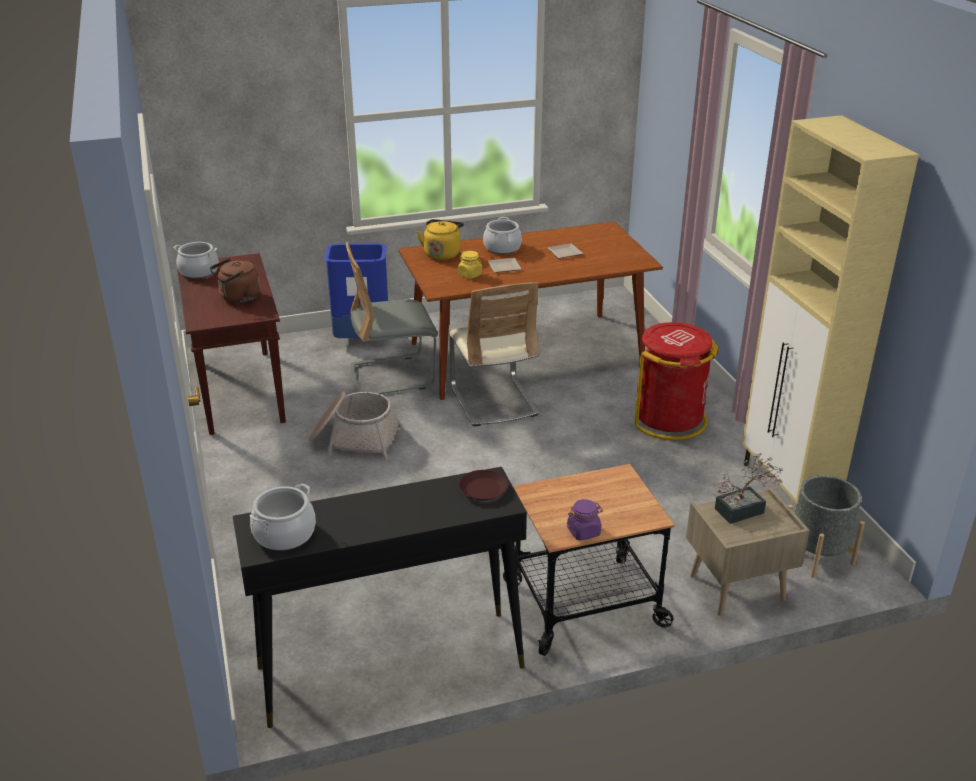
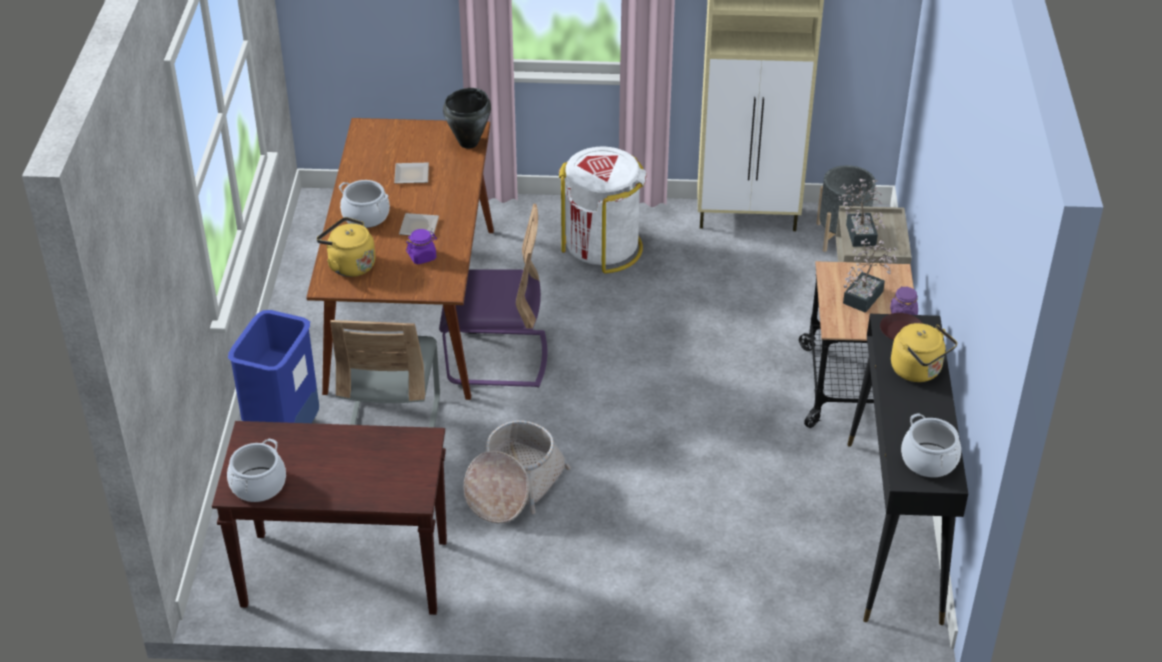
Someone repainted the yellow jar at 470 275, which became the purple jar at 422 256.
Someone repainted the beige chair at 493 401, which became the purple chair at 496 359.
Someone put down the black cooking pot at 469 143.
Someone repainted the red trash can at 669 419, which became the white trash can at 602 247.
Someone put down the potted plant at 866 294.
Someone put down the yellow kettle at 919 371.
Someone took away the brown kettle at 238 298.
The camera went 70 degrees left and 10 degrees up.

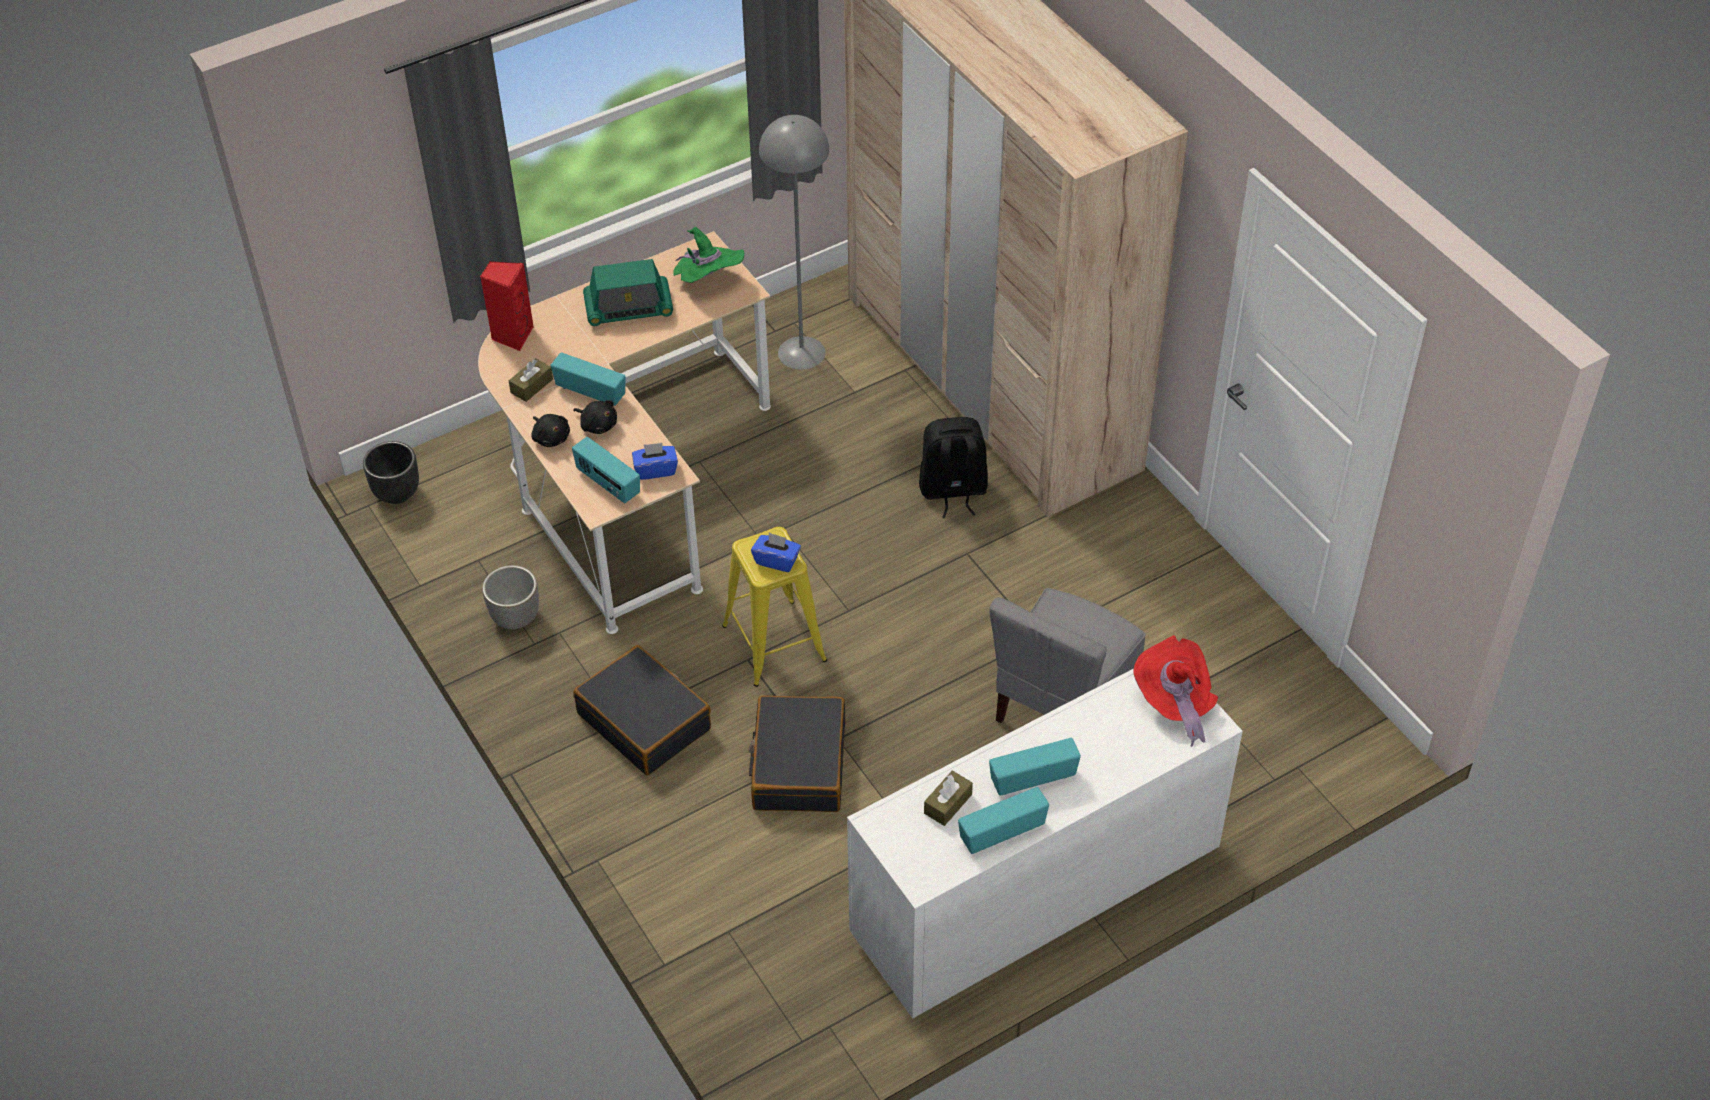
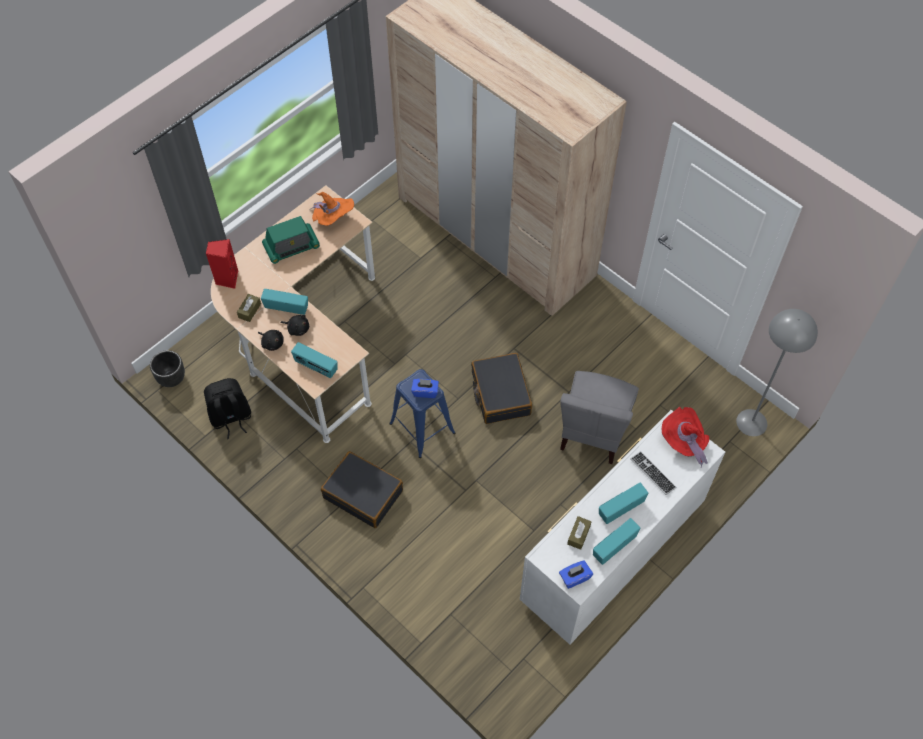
Someone carried the black backpack from 952 491 to 231 418.
Someone repainted the green hat at 708 281, which became the orange hat at 333 219.
Someone repainted the yellow stool at 774 643, which became the blue stool at 422 428.
Someone carried the black suitcase from 798 765 to 500 393.
Someone carried the blue tissue box from 656 470 to 574 577.
Someone put down the keyboard at 652 473.
Someone carried the grey floor lamp from 801 352 to 751 422.
Someone took away the planter at 515 618.
The camera went 15 degrees left and 10 degrees up.

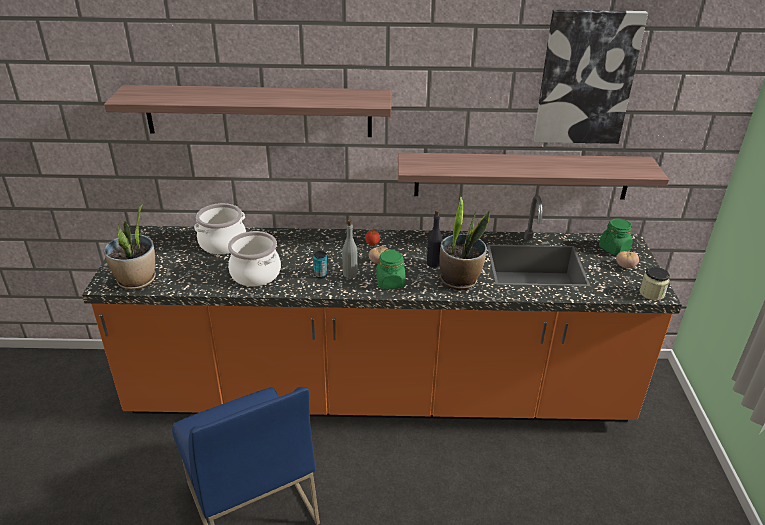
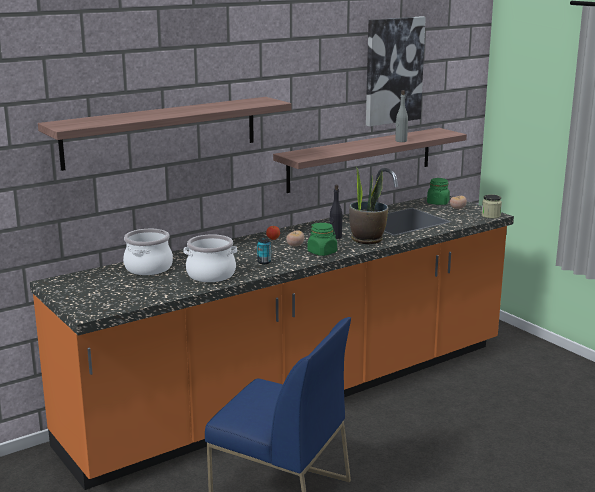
Someone carried the grey bottle from 350 274 to 401 141.
Someone took away the potted plant at 137 280.
The camera went 35 degrees left and 15 degrees down.

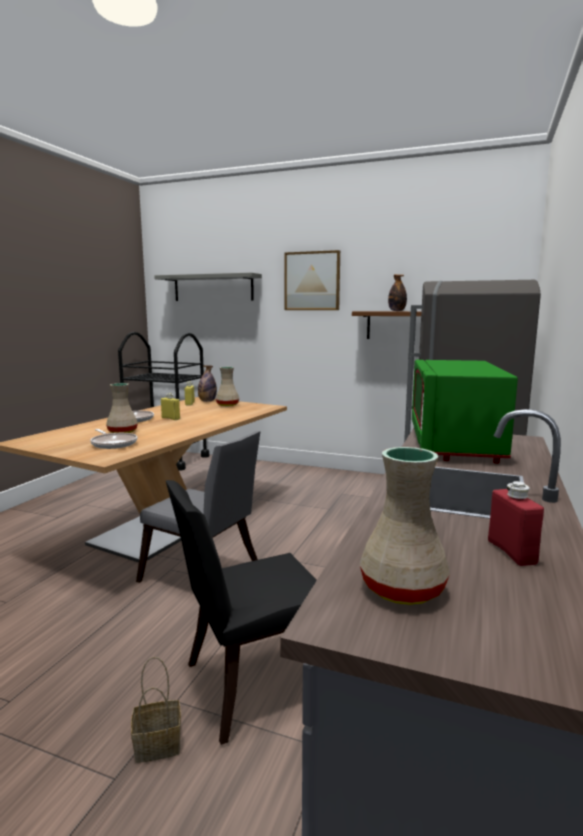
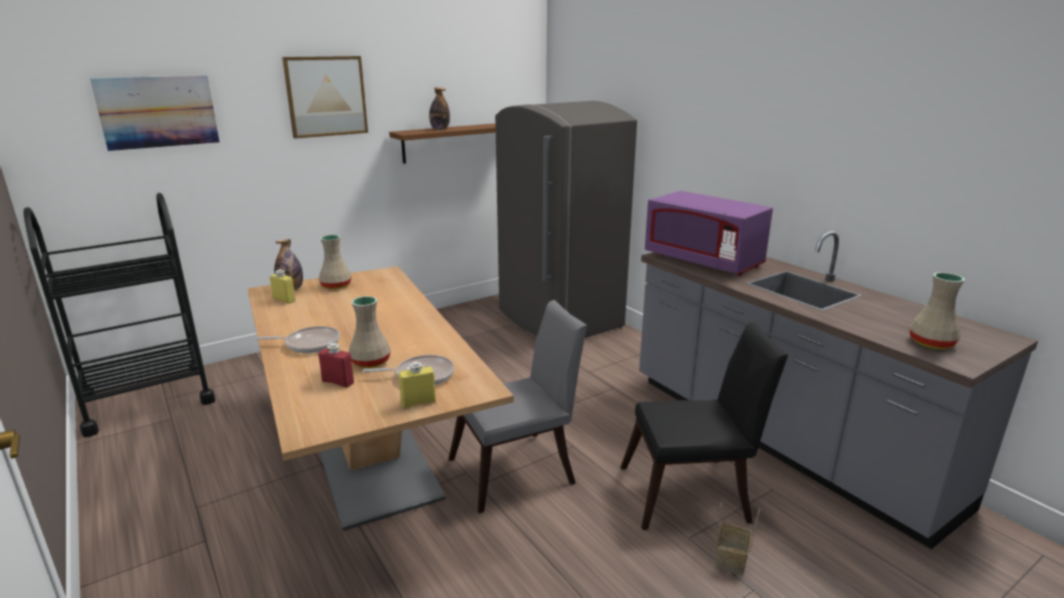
Someone swapped the grey shelf at 213 288 for the picture at 158 112.
Someone carried the red bottle from 511 552 to 338 382.
Someone carried the yellow bottle from 170 418 to 418 402.
Someone rotated the black chair at 253 682 by 105 degrees counterclockwise.
Someone repainted the green microwave at 453 444, which became the purple microwave at 703 261.
The camera went 55 degrees left and 10 degrees up.

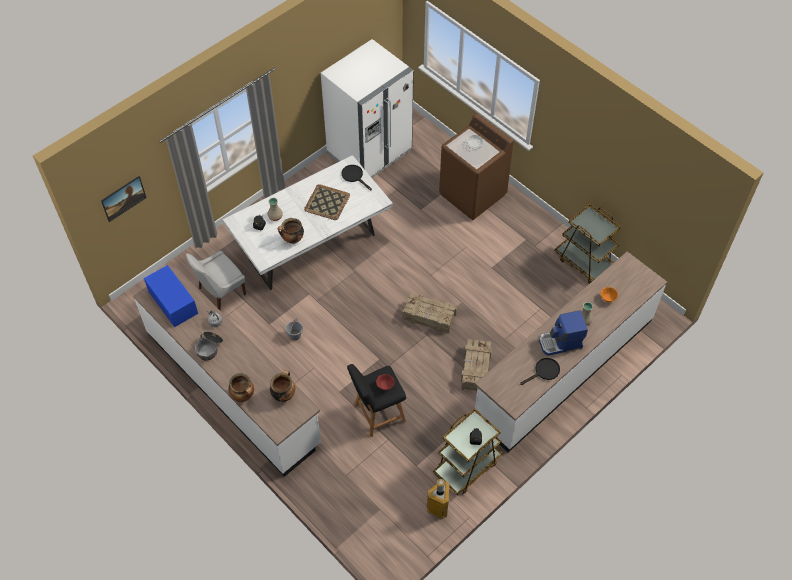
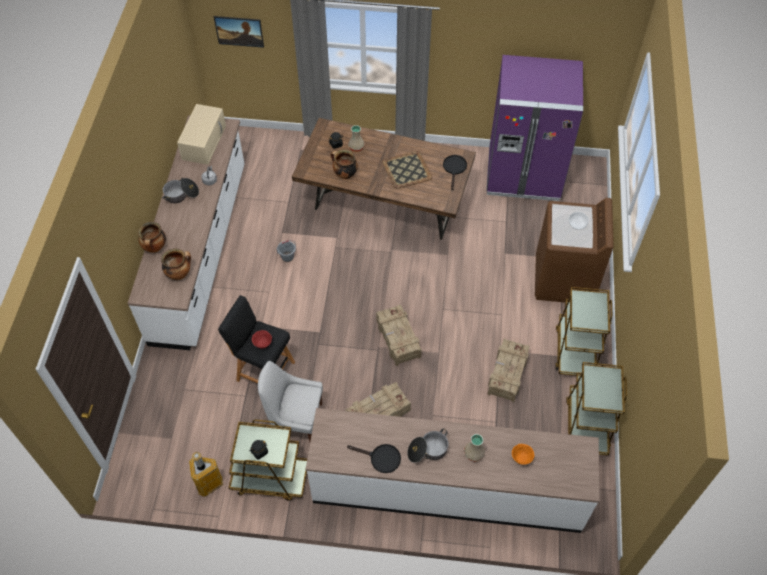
Someone repainted the blue microwave at 172 302, which became the beige microwave at 204 141.
Someone carried the white chair from 220 292 to 295 419.
Someone repainted the white dining table at 312 247, which became the brown dining table at 385 206.
Someone swapped the coffee machine at 560 343 for the cooking pot at 427 450.
Someone repainted the white fridge at 369 152, which became the purple fridge at 523 175.
Someone put down the crate at 507 374.
Someone put down the brown cart at 575 350.
The camera went 50 degrees right and 0 degrees up.

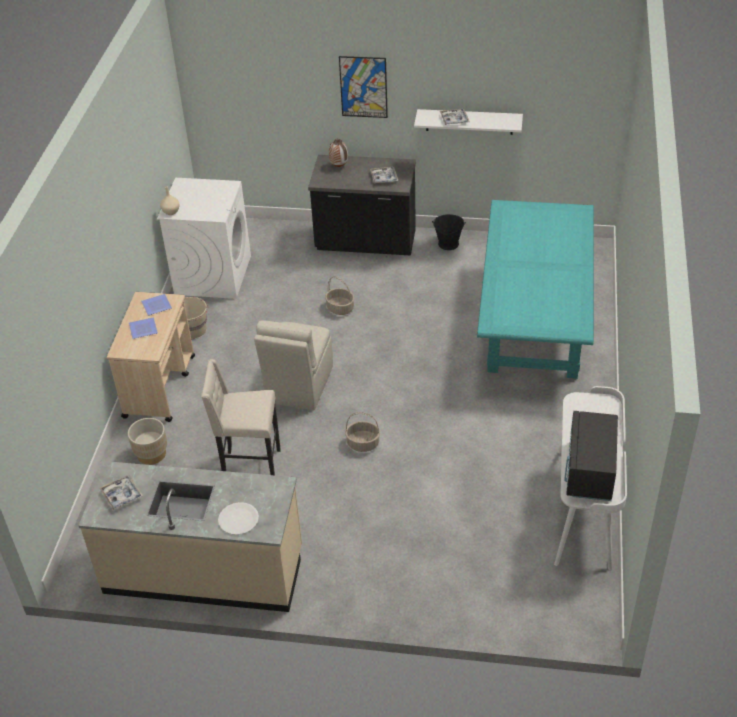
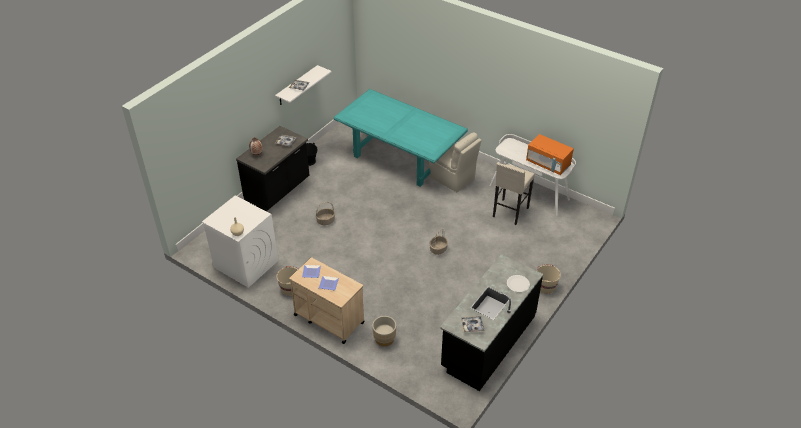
Someone carried the beige chair from 298 386 to 452 178.
Someone repainted the beige counter at 204 570, which became the black counter at 488 341.
Someone carried the beige stool from 250 469 to 509 213.
Someone repainted the black microwave at 589 471, which became the orange microwave at 548 164.
Someone put down the beige bucket at 545 286.
Someone took away the picture at 363 87.
The camera went 65 degrees left and 0 degrees up.

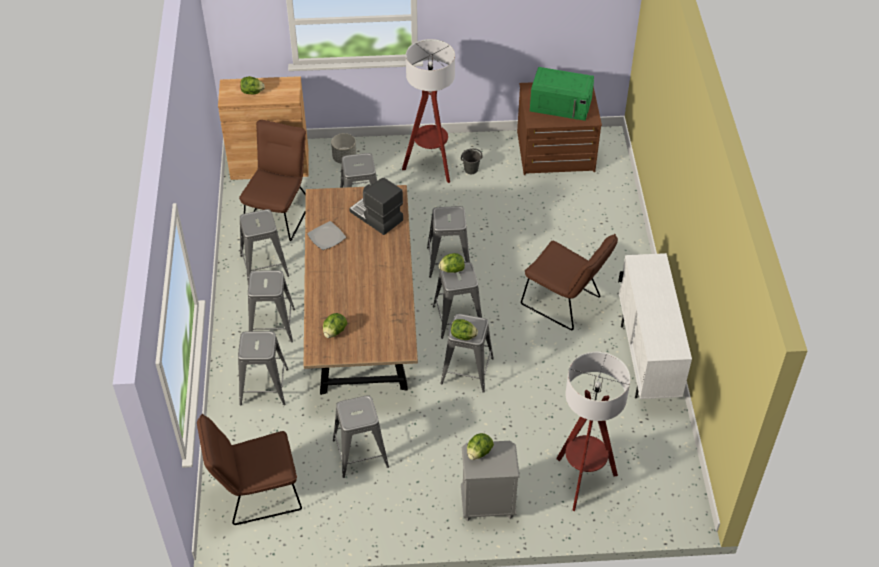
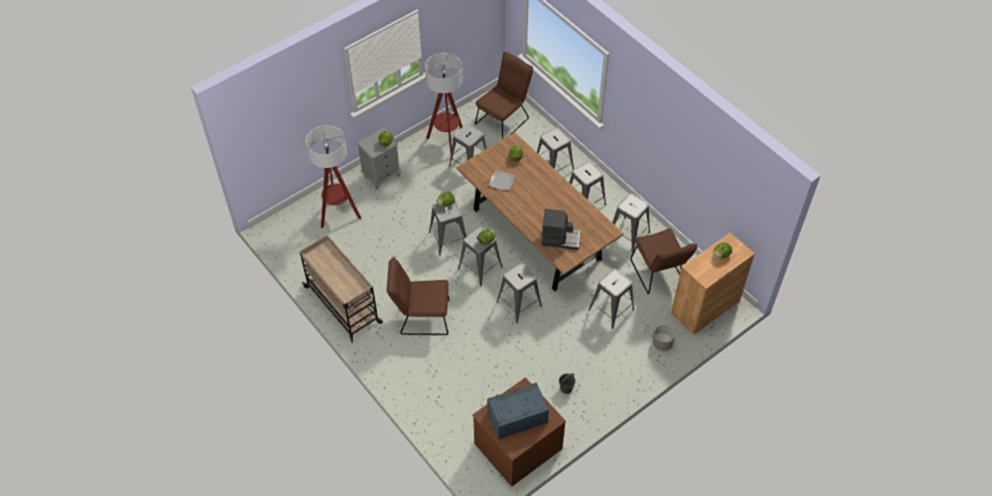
Someone swapped the white cabinet at 646 361 for the beige cart at 343 305.
Someone carried the floor lamp from 431 166 to 447 142.
Someone repainted the green microwave at 561 104, which became the blue microwave at 517 417.
Someone carried the plate from 326 237 to 502 181.
The camera went 145 degrees right and 5 degrees up.

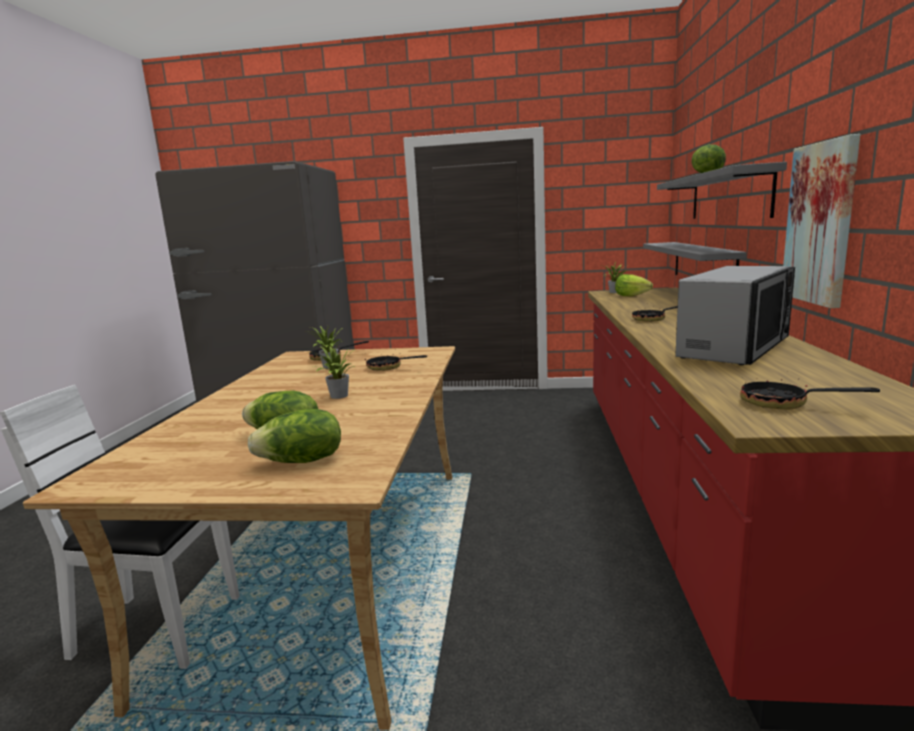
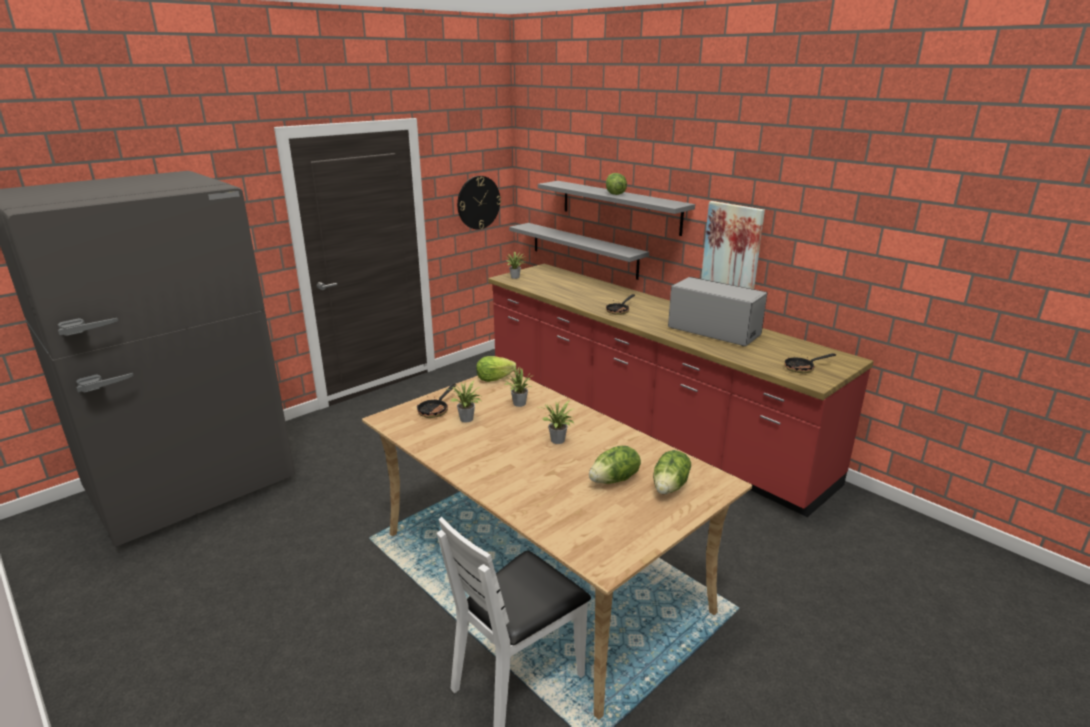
Someone put up the wall clock at 478 202.
Someone carried the lettuce from 631 296 to 494 379.
Someone swapped the frying pan at 389 368 for the potted plant at 517 404.
Someone rotated the microwave at 735 348 by 45 degrees counterclockwise.
The camera went 50 degrees left and 10 degrees up.

